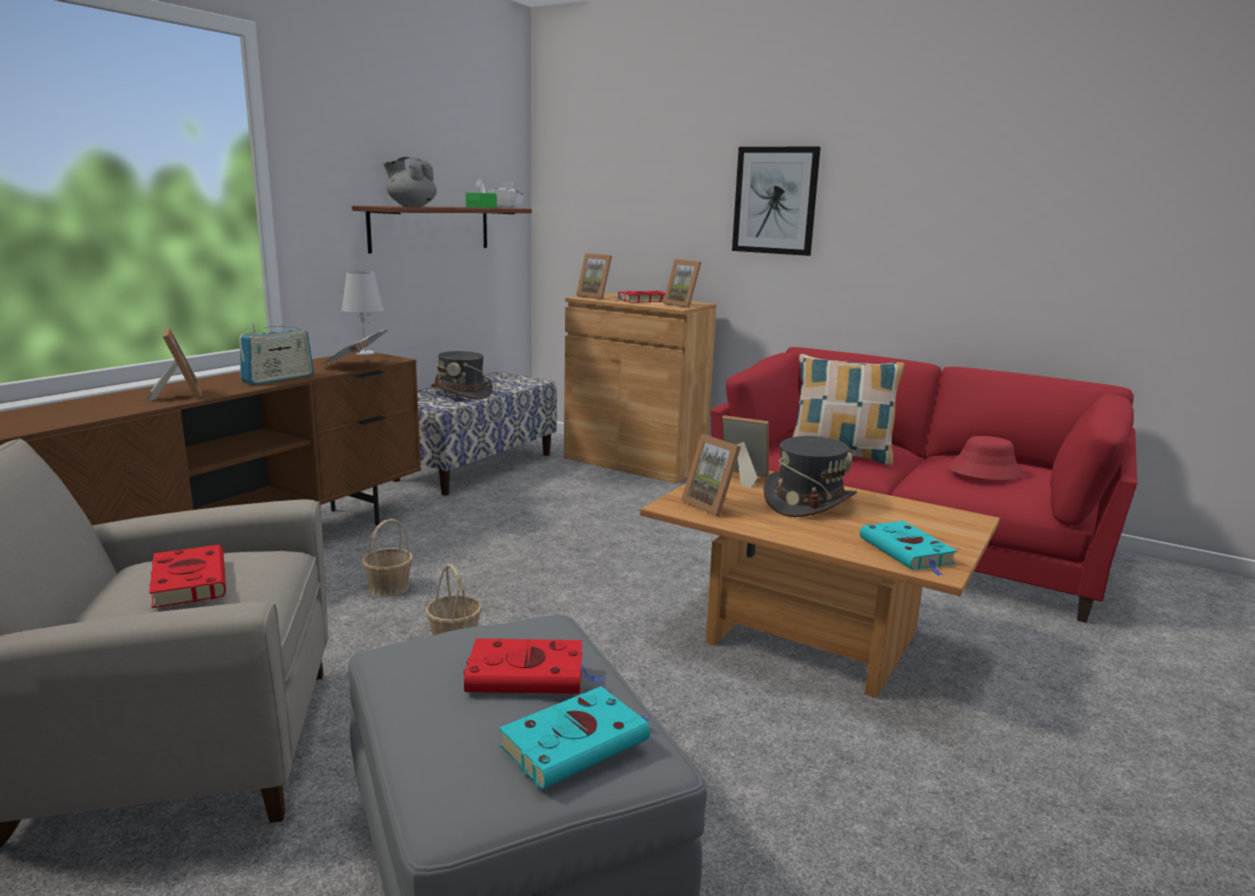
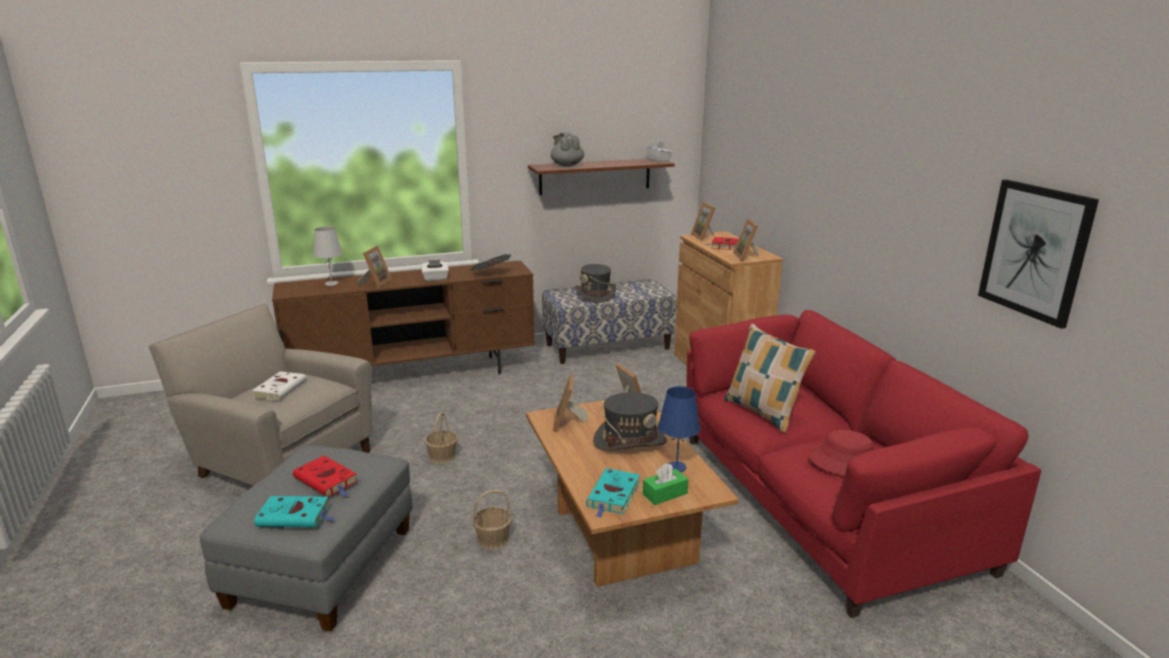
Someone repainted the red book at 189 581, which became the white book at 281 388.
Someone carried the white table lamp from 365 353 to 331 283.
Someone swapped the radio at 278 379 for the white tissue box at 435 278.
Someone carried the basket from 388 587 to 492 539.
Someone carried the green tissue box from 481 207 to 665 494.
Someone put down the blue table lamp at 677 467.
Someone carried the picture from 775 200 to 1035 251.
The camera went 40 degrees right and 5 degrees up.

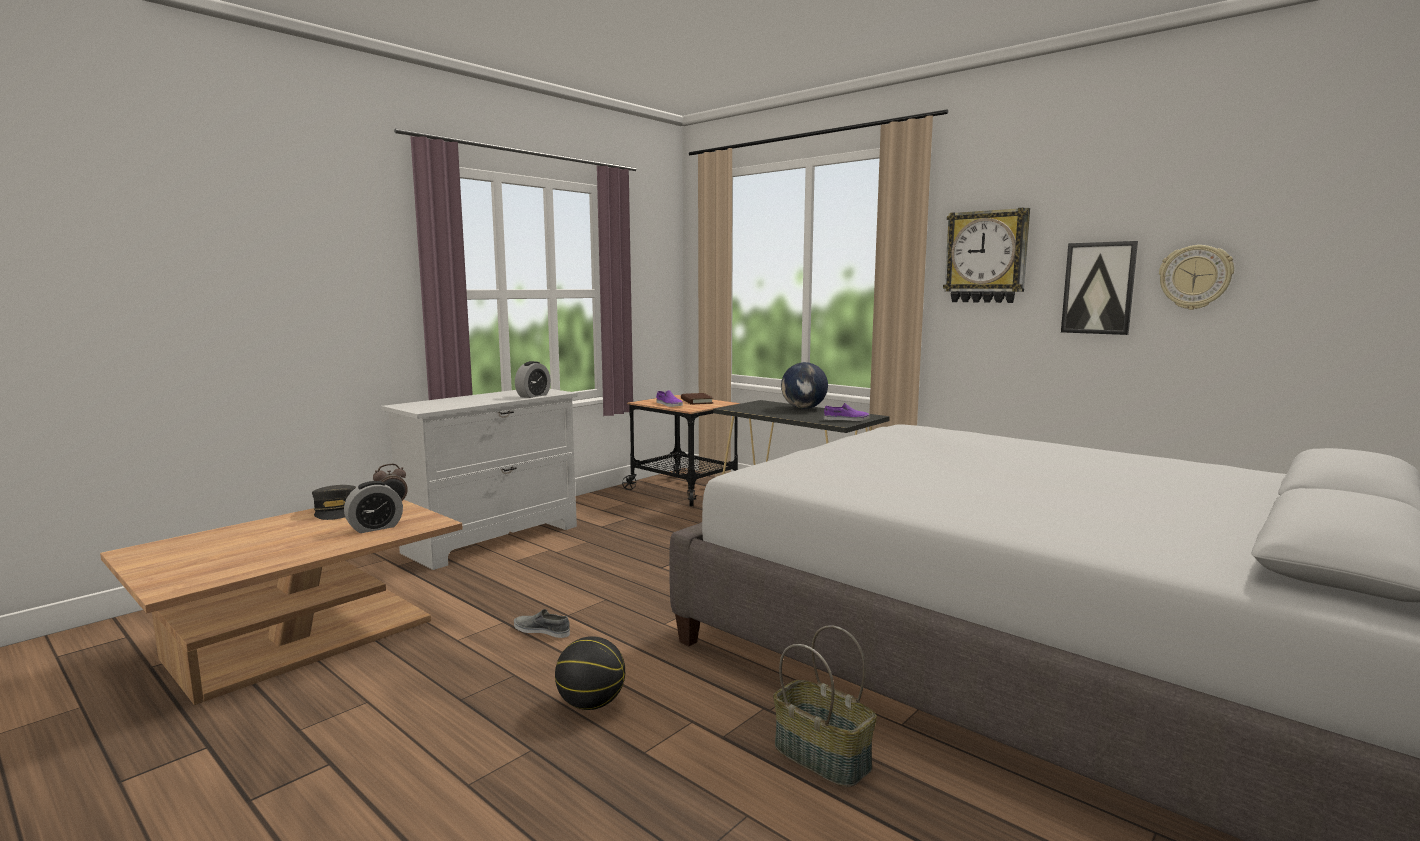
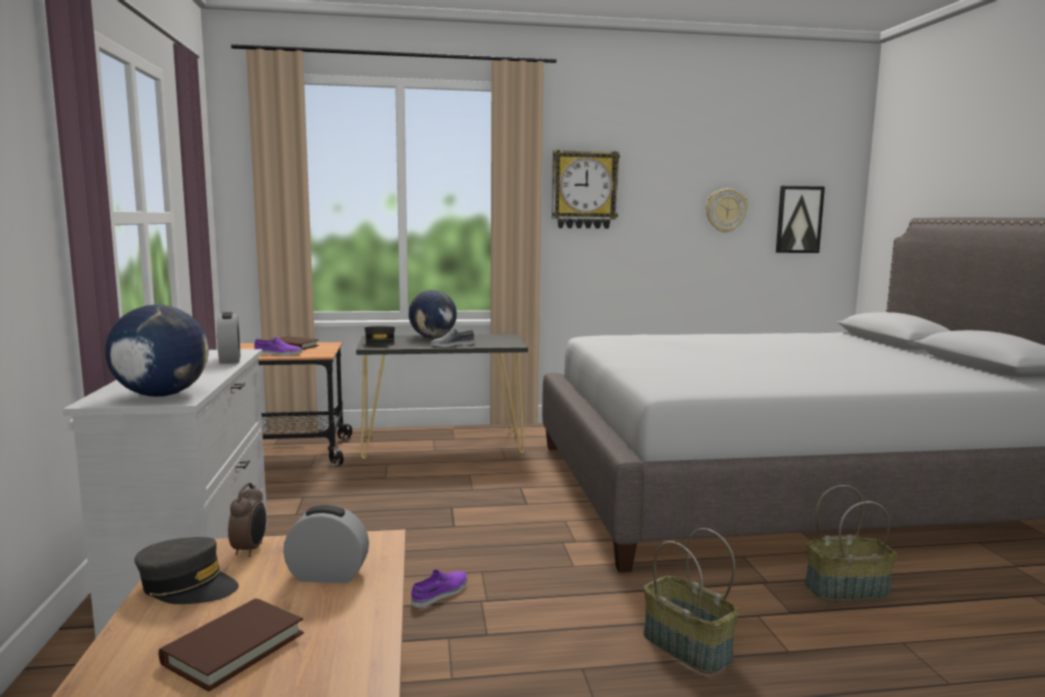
Someone put down the globe at 161 395.
Someone put down the brown book at 234 648.
Someone rotated the alarm clock at 375 527 by 90 degrees counterclockwise.
Someone put down the grey cap at 380 344.
Someone carried the purple shoe from 846 419 to 440 593.
Someone carried the grey shoe from 542 630 to 452 345.
Someone swapped the basketball at 591 704 for the basket at 685 647.
Someone carried the picture from 1098 288 to 799 219.
The camera went 50 degrees left and 0 degrees up.

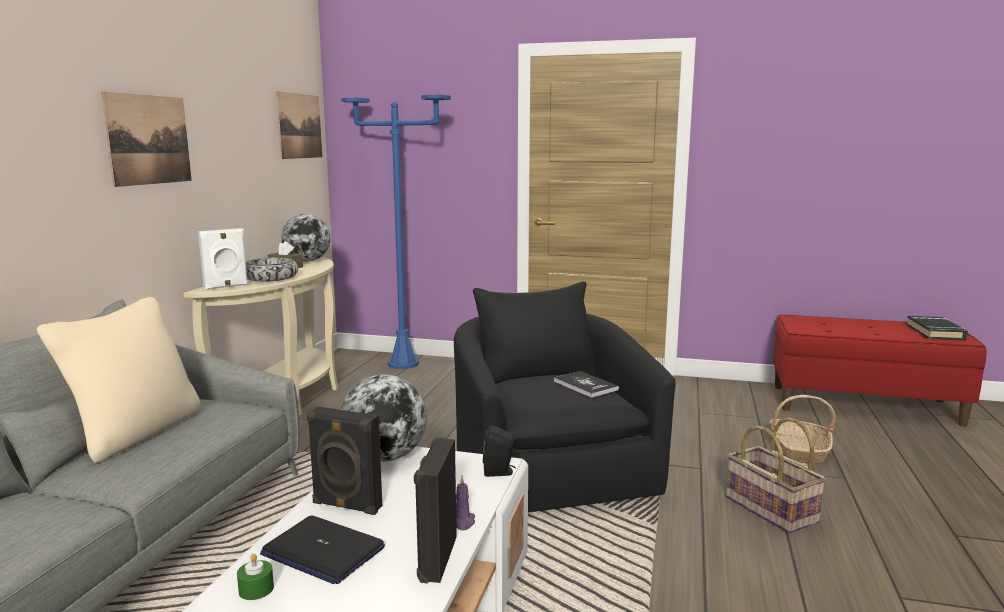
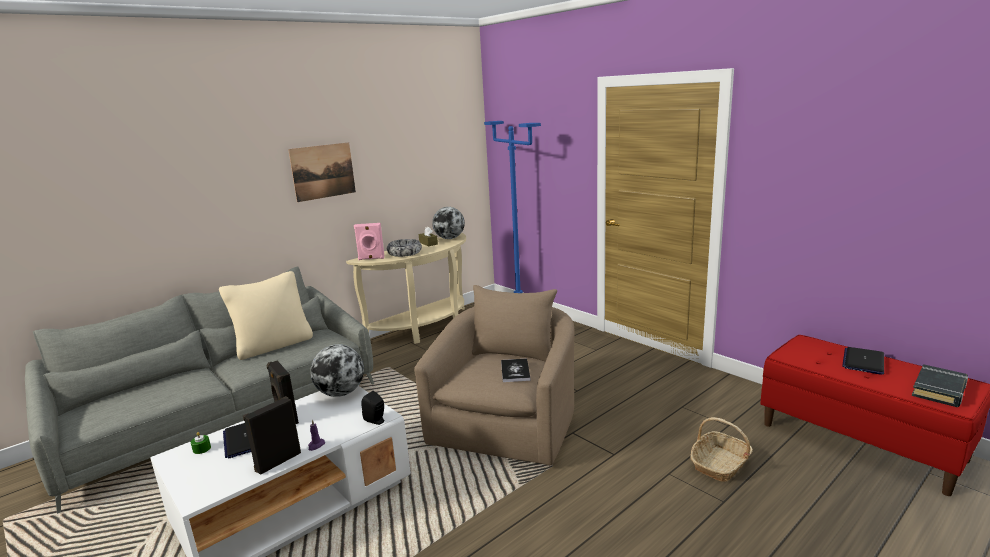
Someone repainted the white speaker at 226 287, which became the pink speaker at 371 258.
Someone repainted the black armchair at 548 470, which became the beige armchair at 508 422.
Someone put down the laptop at 863 361.
Someone took away the picture at 300 126.
Someone took away the basket at 769 510.
The camera went 35 degrees right and 5 degrees up.

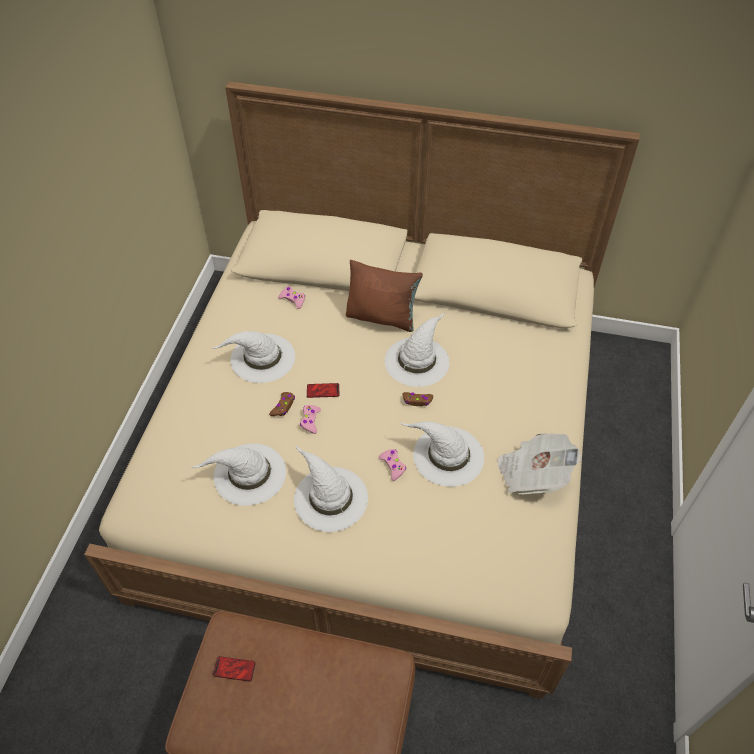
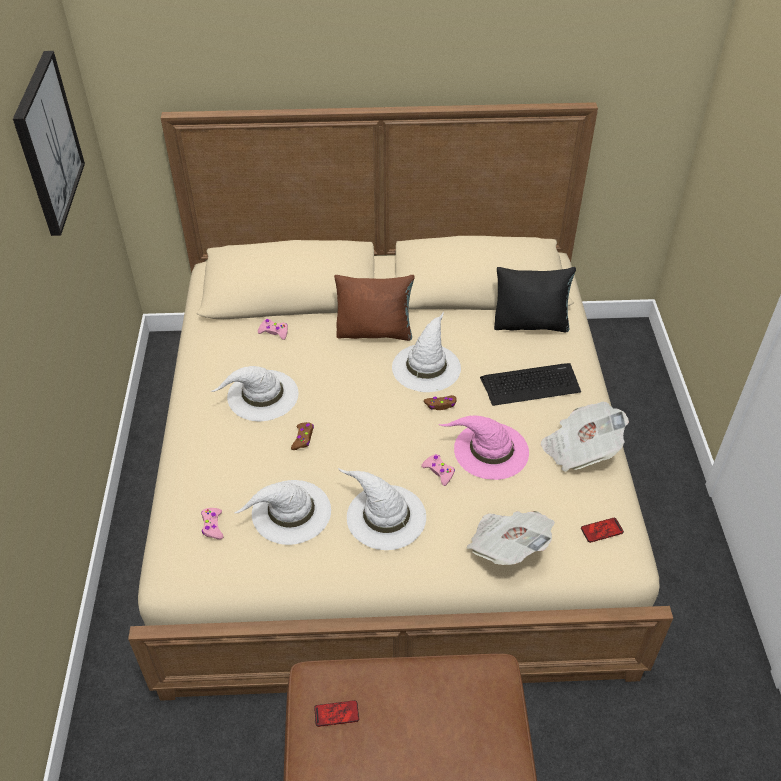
Someone put up the picture at 47 143.
Someone carried the pink game controller from 310 421 to 212 526.
Someone repainted the white hat at 447 456, which became the pink hat at 490 450.
Someone put down the newspaper at 507 547.
Someone put down the keyboard at 530 384.
Someone put down the black pillow at 531 324.
Someone carried the phone from 323 391 to 601 530.
The camera went 15 degrees left and 5 degrees down.

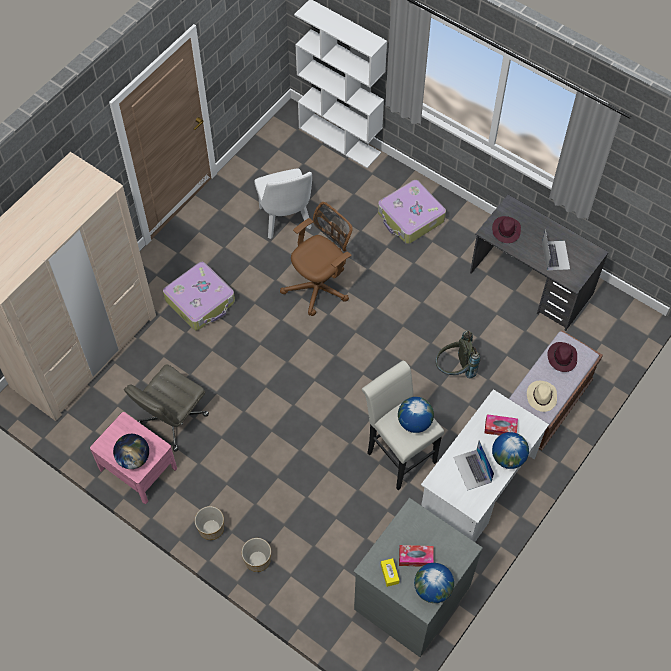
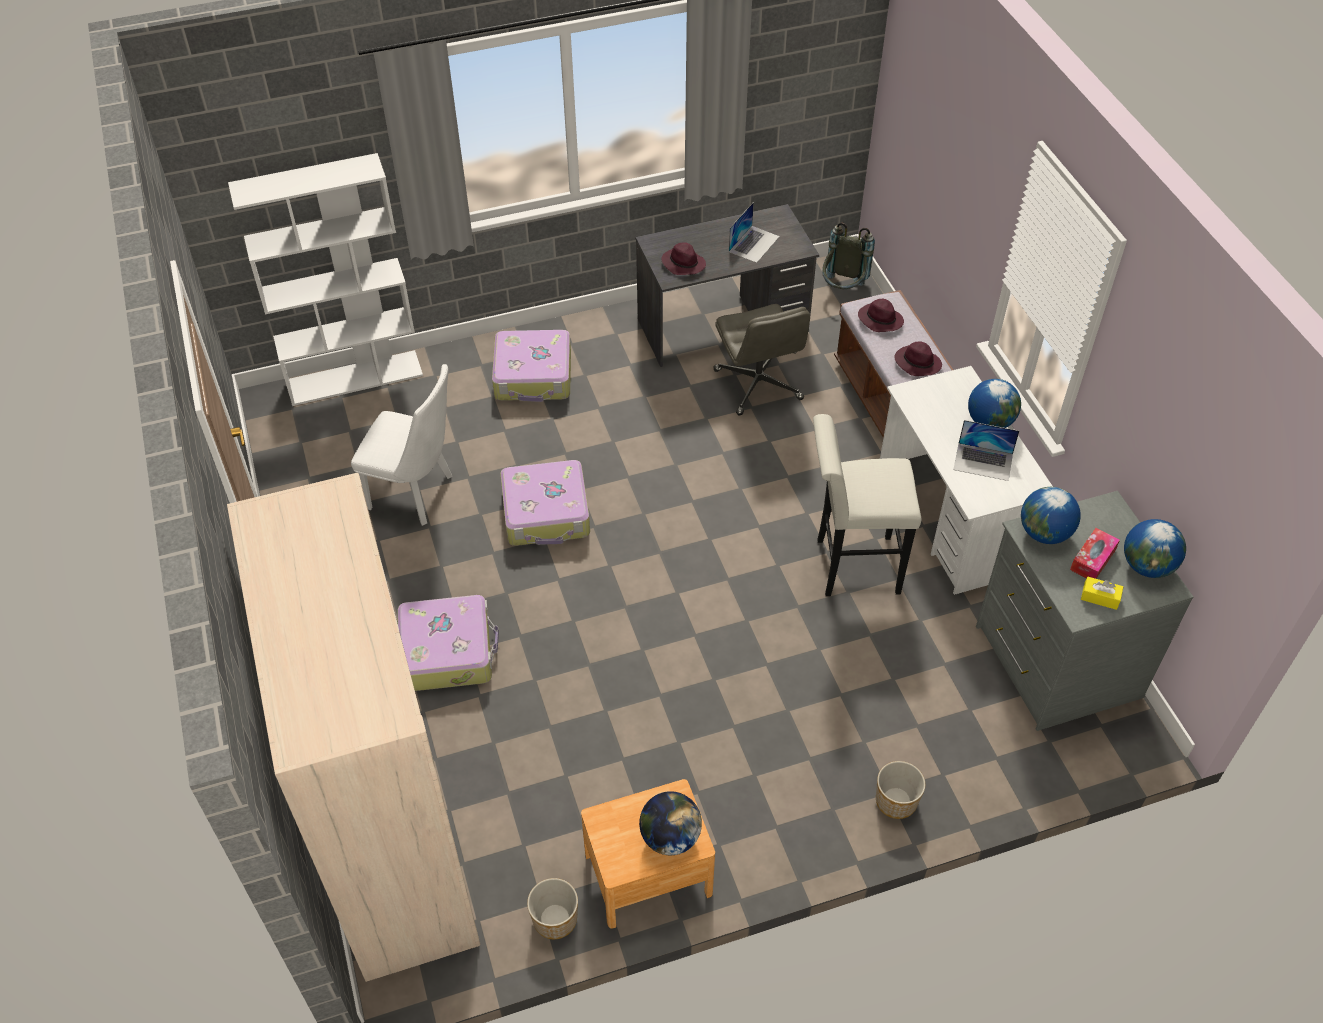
Someone swapped the brown office chair at 319 287 for the suitcase at 547 513.
Someone carried the planter from 211 528 to 554 920.
Someone repainted the pink nightstand at 138 468, which became the brown nightstand at 648 874.
Someone carried the grey office chair from 172 420 to 758 385.
Someone rotated the laptop at 555 255 by 90 degrees clockwise.
Someone carried the grey backpack from 455 369 to 842 290.
Someone repainted the beige hat at 541 396, which became the purple hat at 916 363.
Someone carried the globe from 414 422 to 1044 533.
Someone took away the tissue box at 500 428.
The camera went 55 degrees left and 10 degrees down.

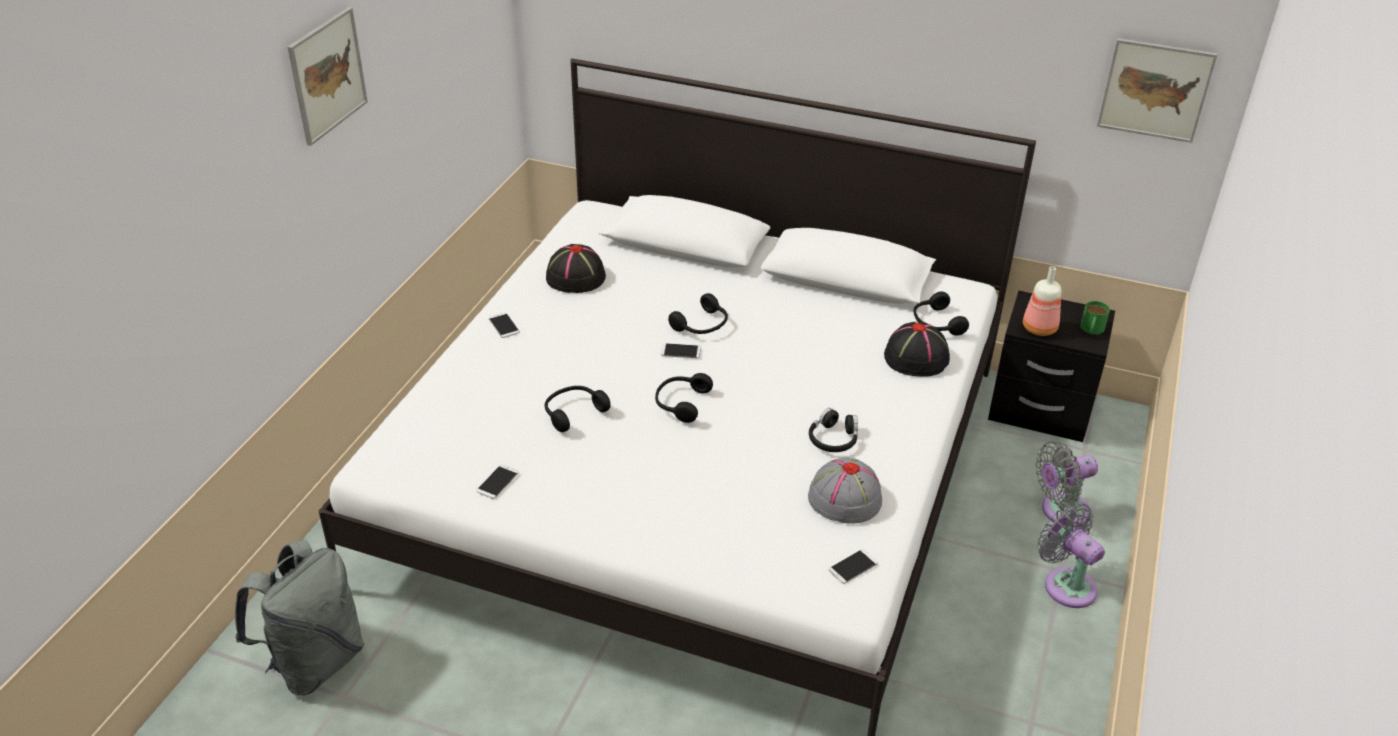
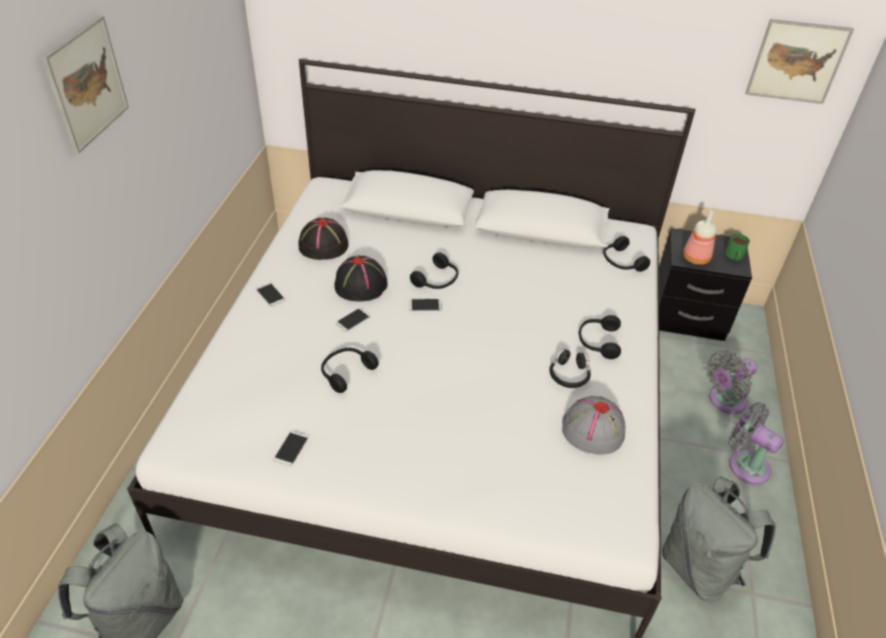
Someone carried the black hat from 916 357 to 361 285.
Someone carried the phone from 853 567 to 353 320.
Someone carried the black headphones from 681 403 to 597 341.
Someone put down the grey backpack at 700 568.
The camera went 10 degrees left and 5 degrees up.

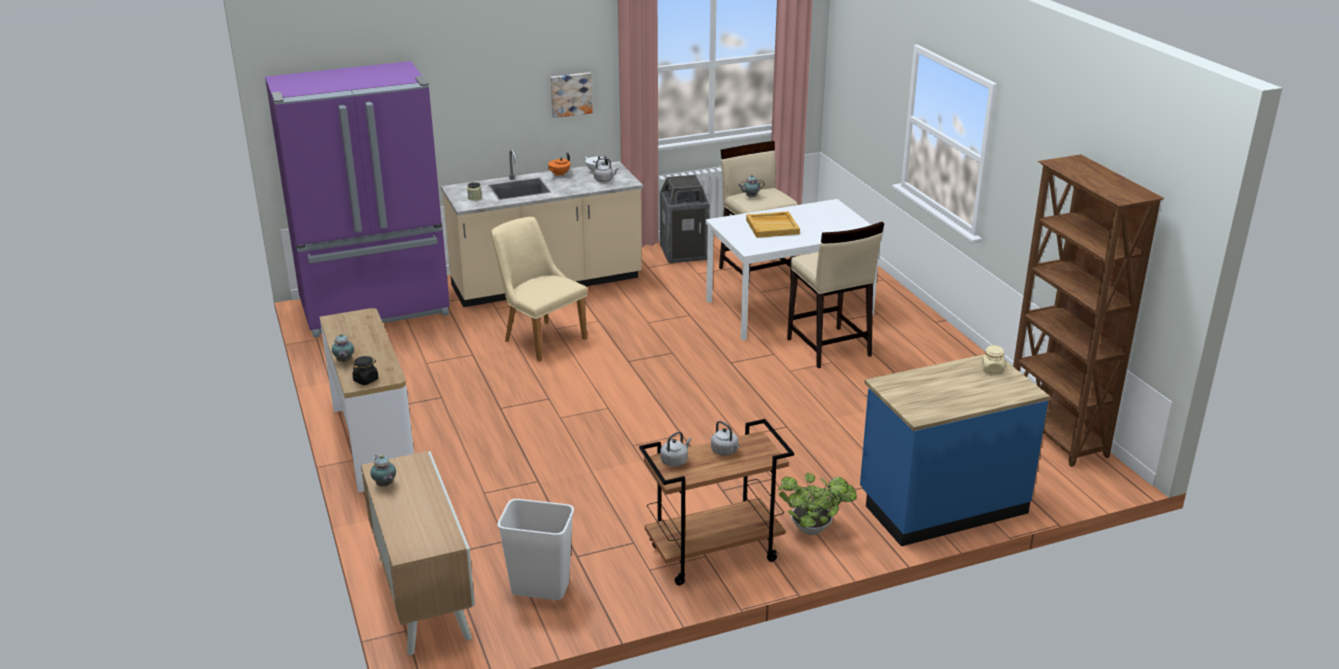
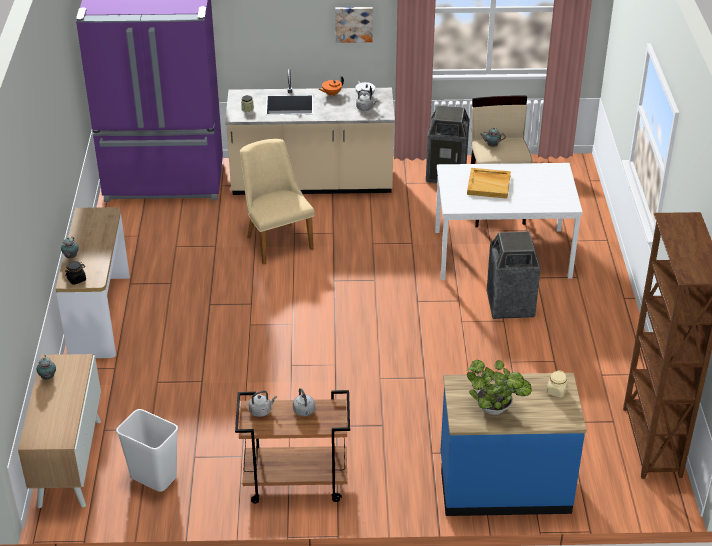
Someone carried the potted plant from 814 529 to 496 409.
Someone swapped the beige stool at 828 348 for the trash can at 510 305.
The camera went 20 degrees right and 10 degrees up.

